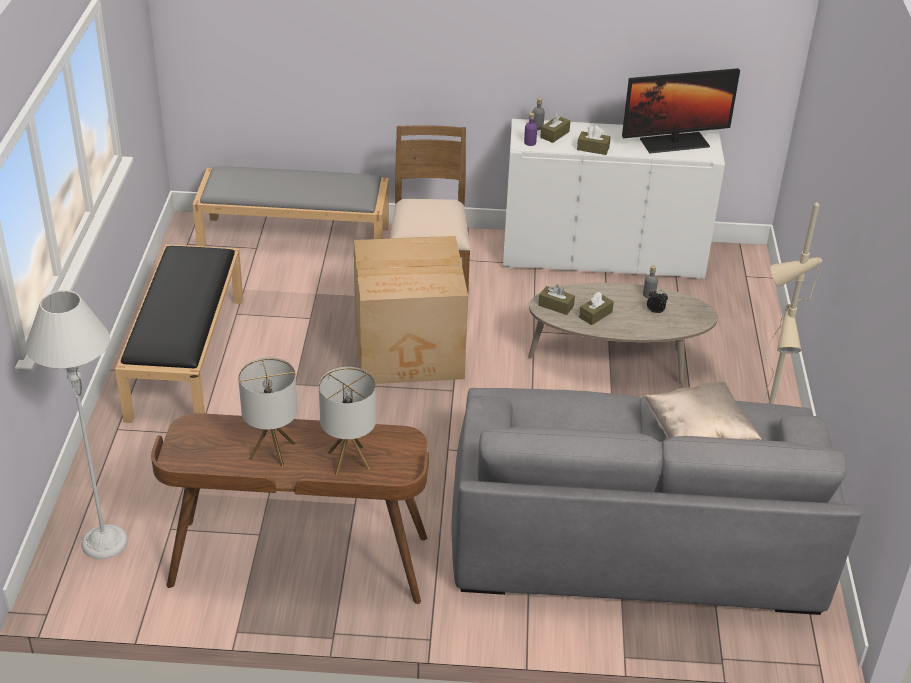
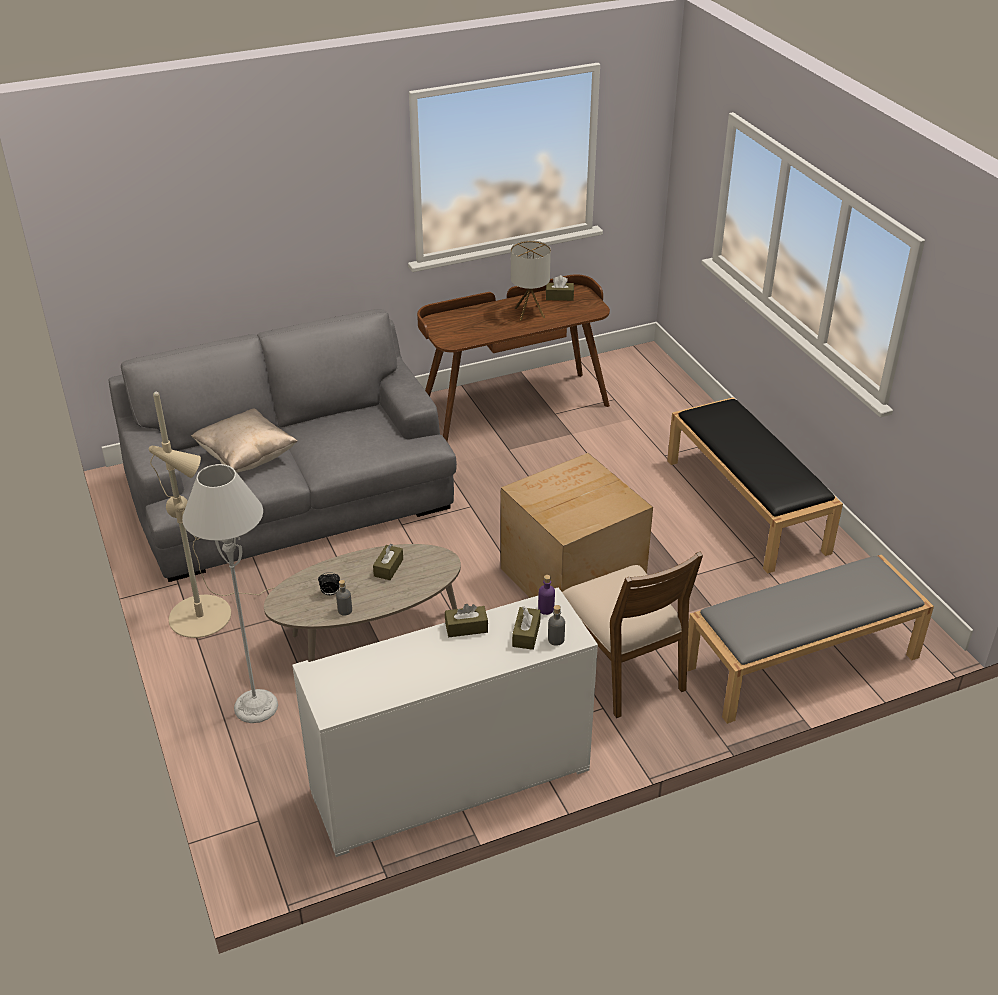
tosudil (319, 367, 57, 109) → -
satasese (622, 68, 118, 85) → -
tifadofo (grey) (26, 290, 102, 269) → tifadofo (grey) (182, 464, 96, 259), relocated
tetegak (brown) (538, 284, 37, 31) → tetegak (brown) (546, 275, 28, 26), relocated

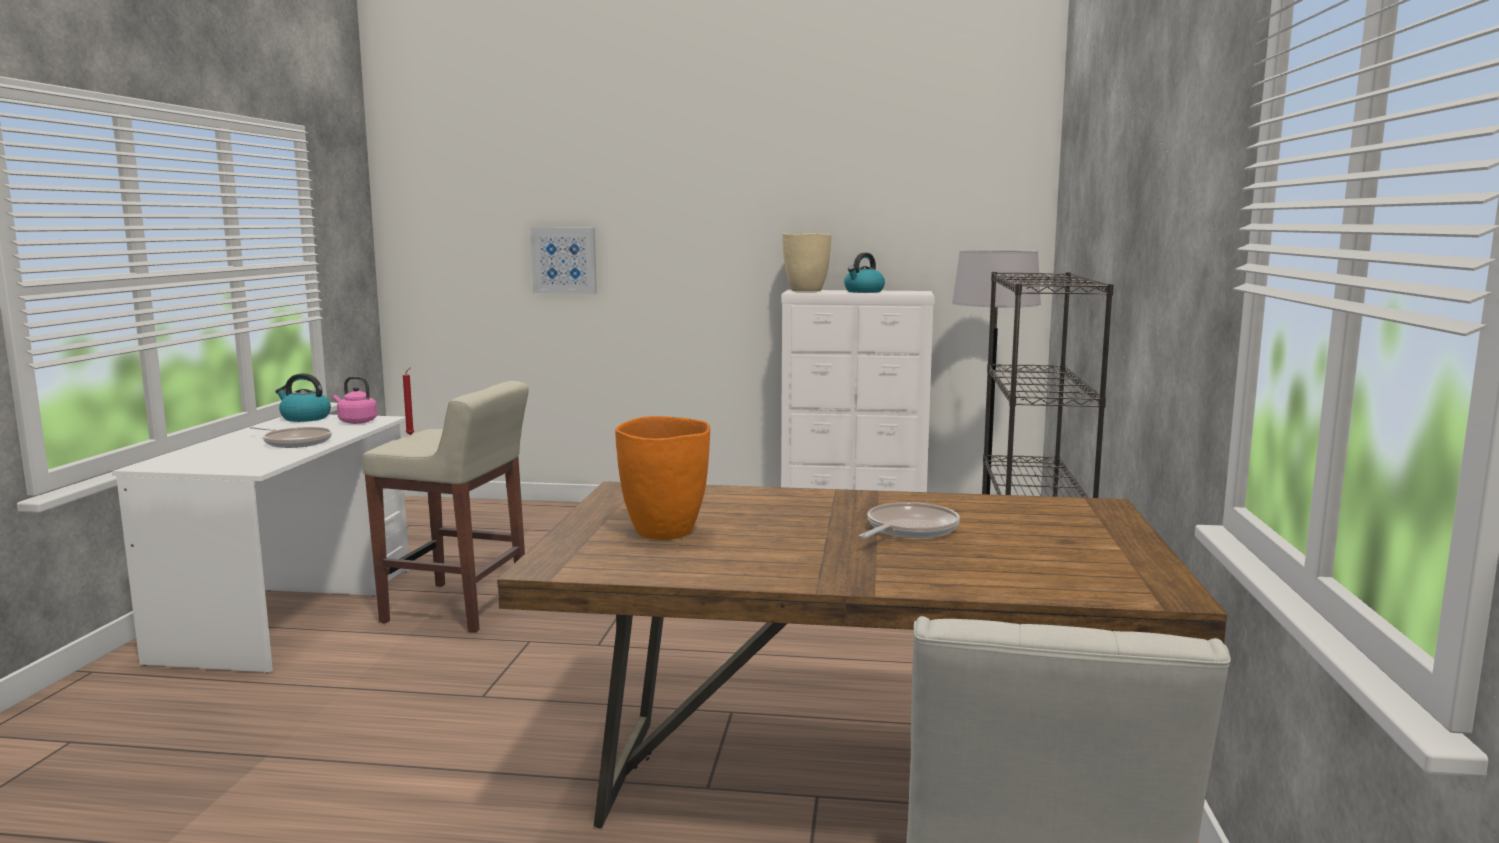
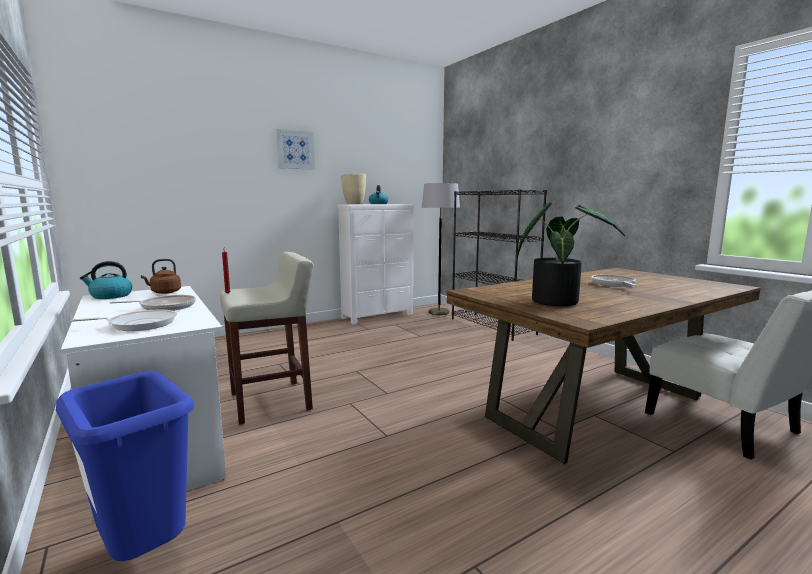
- → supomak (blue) (56, 371, 138, 190)
- → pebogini (70, 310, 107, 21)
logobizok (530, 228, 67, 66) → logobizok (276, 129, 39, 41), relocated
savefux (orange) (615, 416, 95, 124) → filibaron (517, 202, 108, 104)
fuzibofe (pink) (333, 376, 44, 48) → fuzibofe (brown) (141, 259, 40, 35)

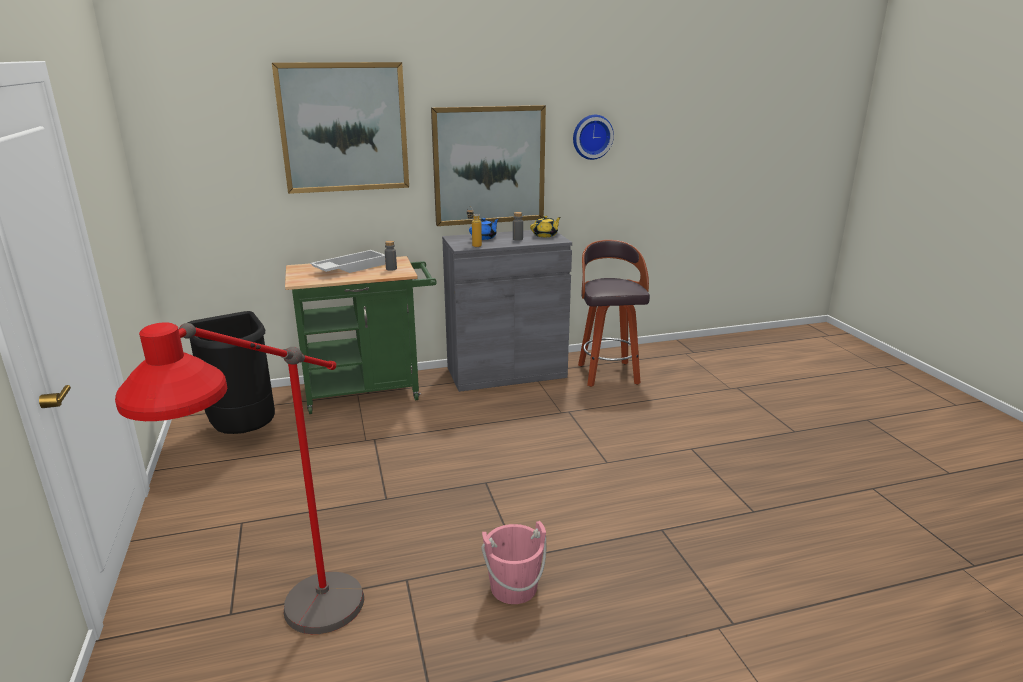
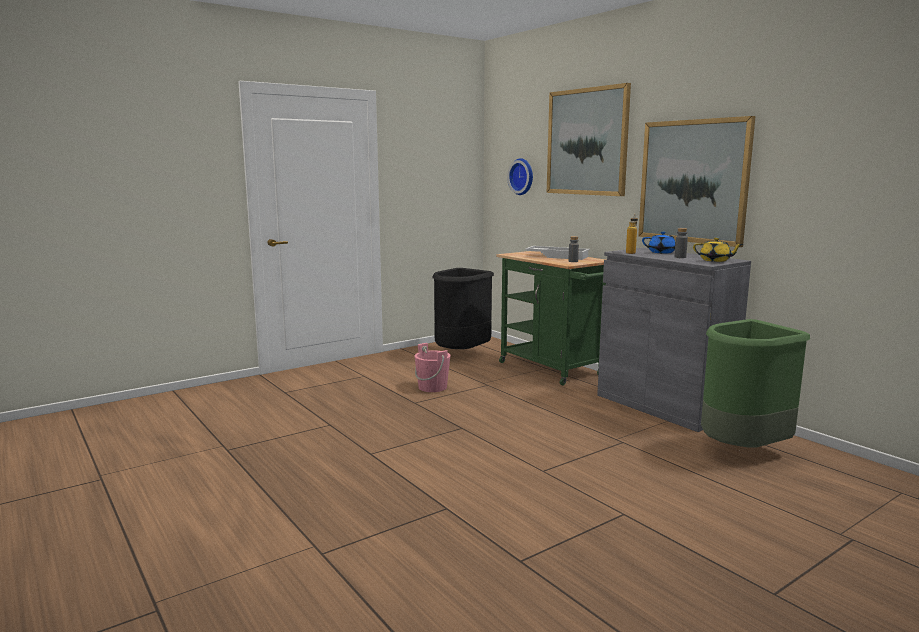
tifadofo (red) (115, 322, 249, 312) → -
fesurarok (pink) (482, 521, 64, 83) → fesurarok (pink) (414, 343, 36, 49), relocated
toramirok (573, 115, 41, 45) → toramirok (507, 158, 26, 37), relocated
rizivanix (578, 240, 72, 147) → supomak (green) (701, 319, 109, 129)

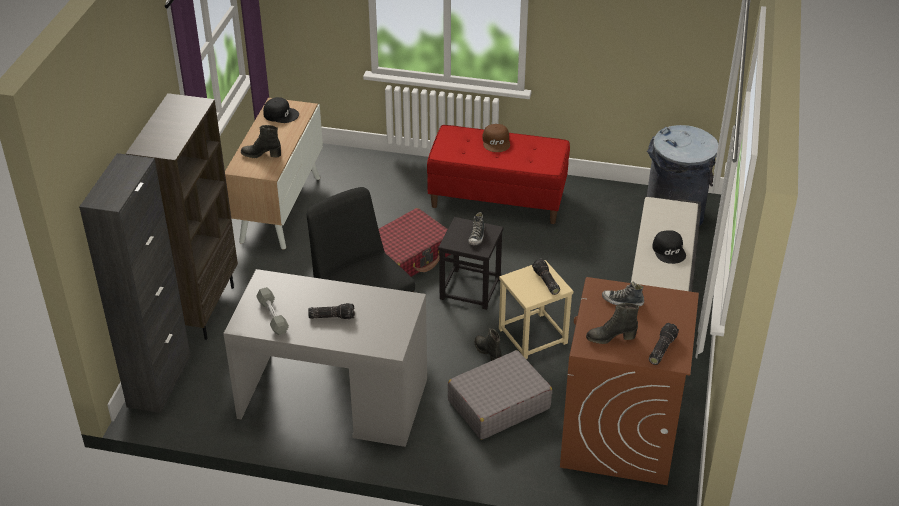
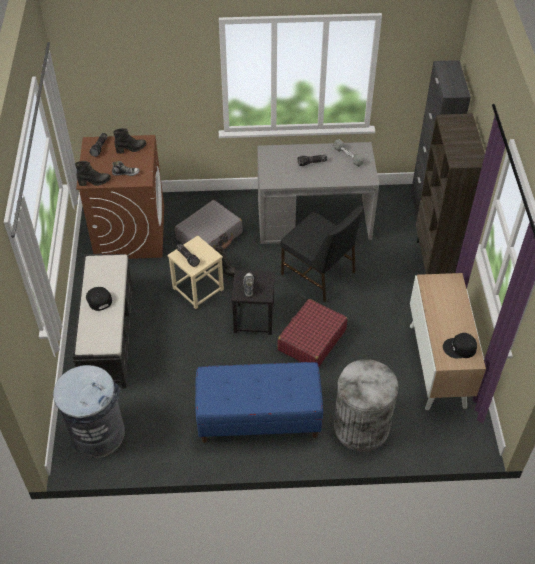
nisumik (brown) (482, 124, 28, 28) → -
- → supomak (grey) (334, 359, 64, 93)
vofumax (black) (241, 125, 40, 33) → vofumax (black) (75, 161, 36, 25), relocated
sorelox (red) (427, 125, 143, 99) → sorelox (blue) (195, 362, 128, 81)

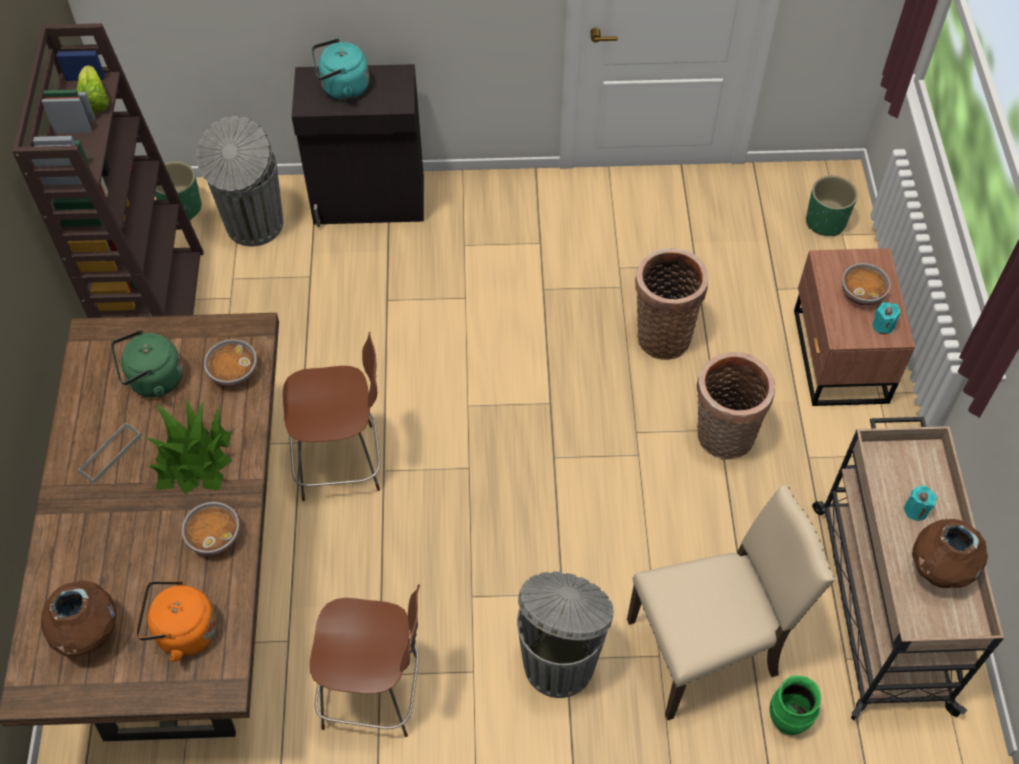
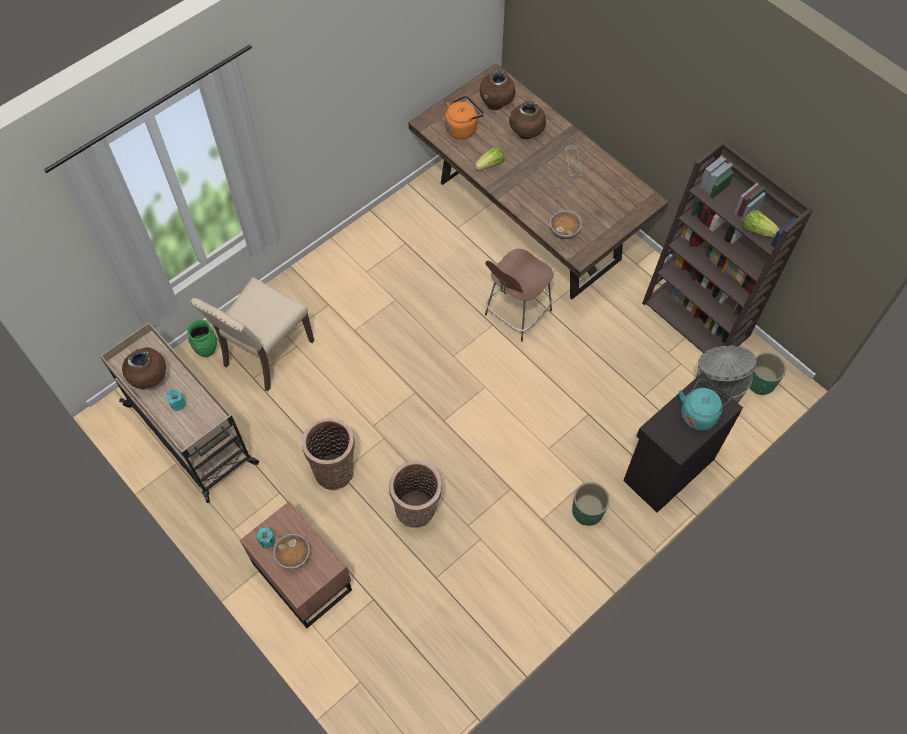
fuzibofe (green) (111, 330, 72, 67) → -
filibaron (145, 399, 88, 95) → -
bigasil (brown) (310, 584, 110, 153) → -
supomak (grey) (517, 572, 97, 126) → -
- → savefux (brown) (509, 101, 37, 38)
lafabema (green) (806, 175, 52, 62) → lafabema (green) (572, 482, 38, 44), relocated
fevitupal (182, 502, 57, 53) → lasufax (474, 147, 30, 24)

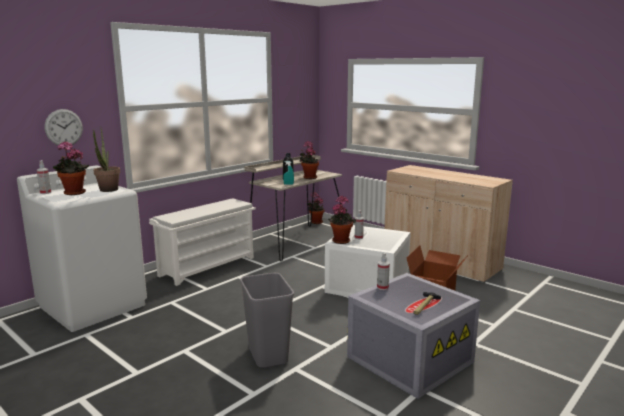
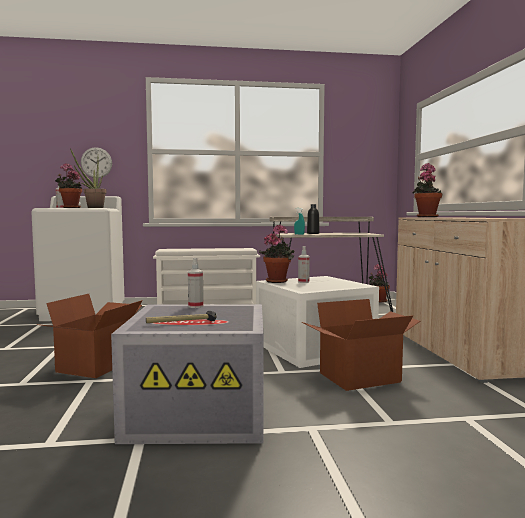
filibaron (299, 141, 20, 38) → filibaron (412, 163, 30, 54), relocated
supomak (grey) (240, 273, 54, 95) → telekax (37, 294, 106, 84)

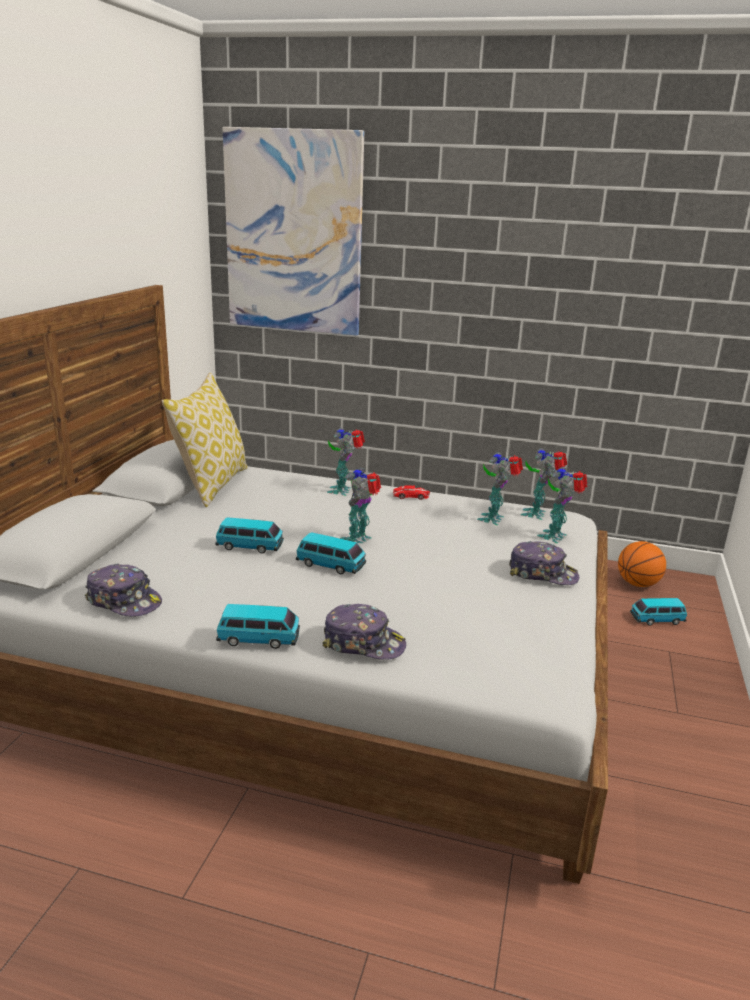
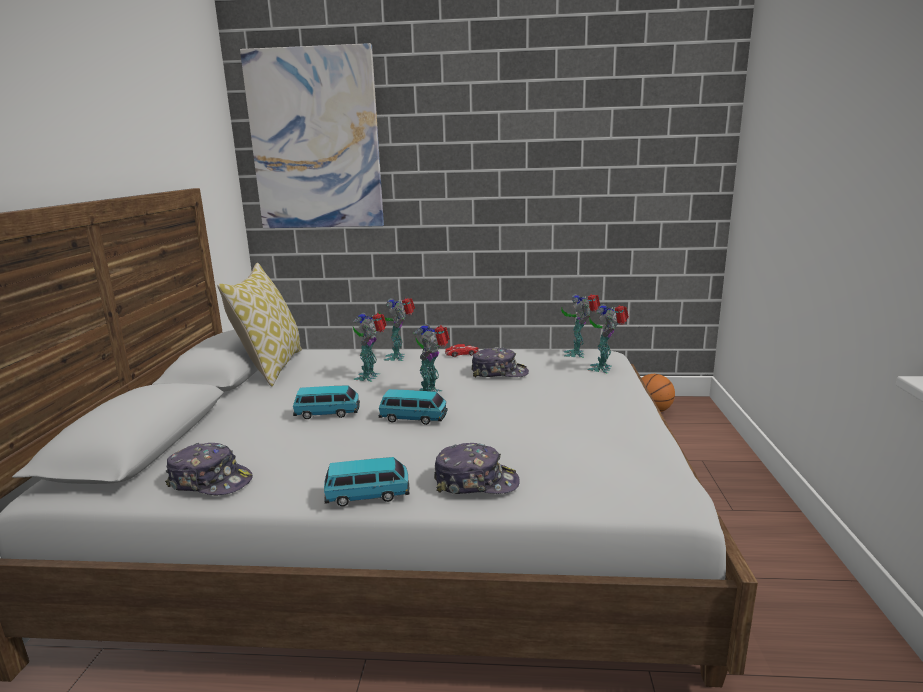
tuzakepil (630, 598, 57, 28) → -
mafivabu (477, 452, 46, 73) → mafivabu (353, 313, 34, 69), relocated
nisumik (509, 541, 70, 44) → nisumik (471, 347, 58, 30), relocated

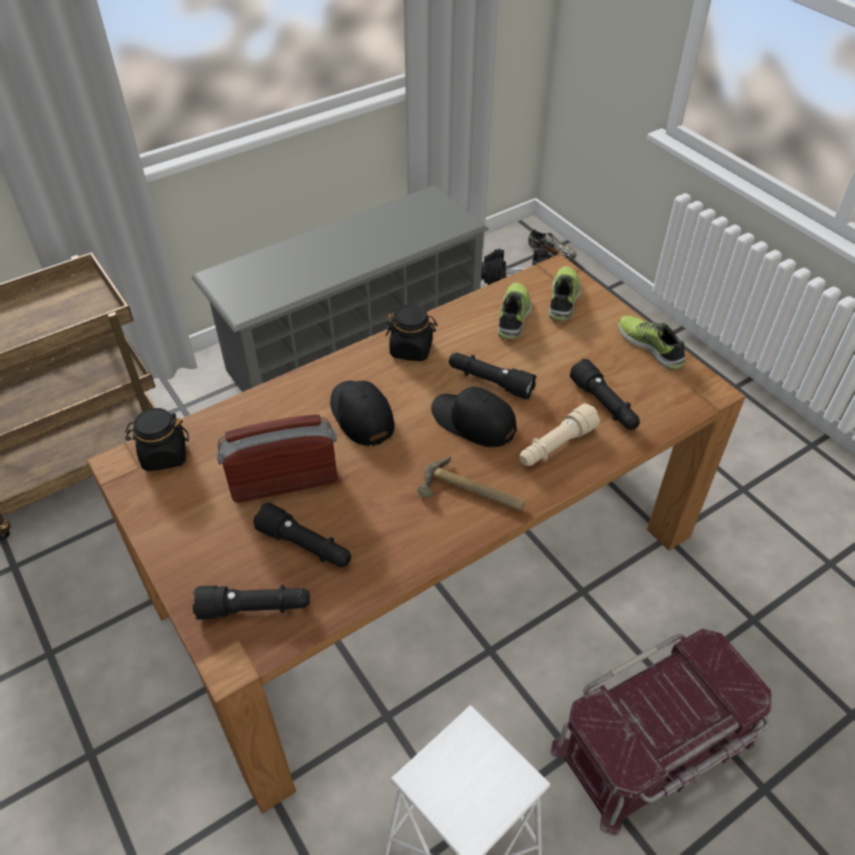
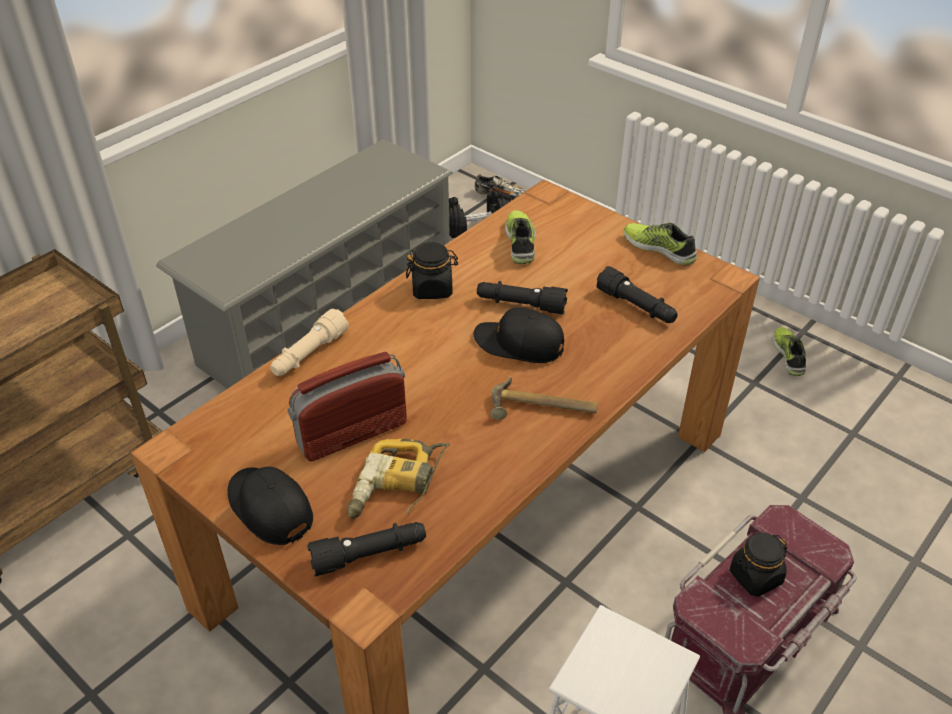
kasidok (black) (125, 408, 64, 63) → kasidok (black) (730, 533, 57, 64), relocated
nisumik (black) (330, 381, 65, 66) → nisumik (black) (228, 467, 85, 78), relocated
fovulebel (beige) (519, 403, 81, 63) → fovulebel (beige) (270, 309, 79, 67), relocated
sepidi (549, 266, 32, 55) → sepidi (773, 327, 33, 49), relocated
fovulebel (black) (253, 503, 98, 64) → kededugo (346, 439, 104, 79)

